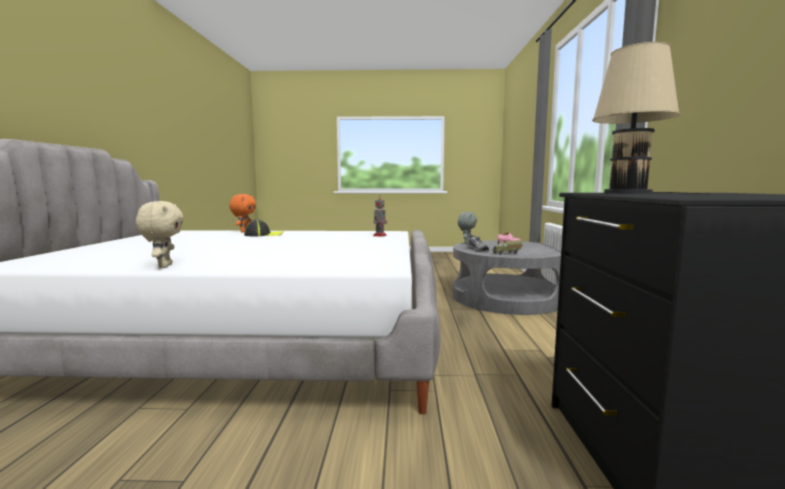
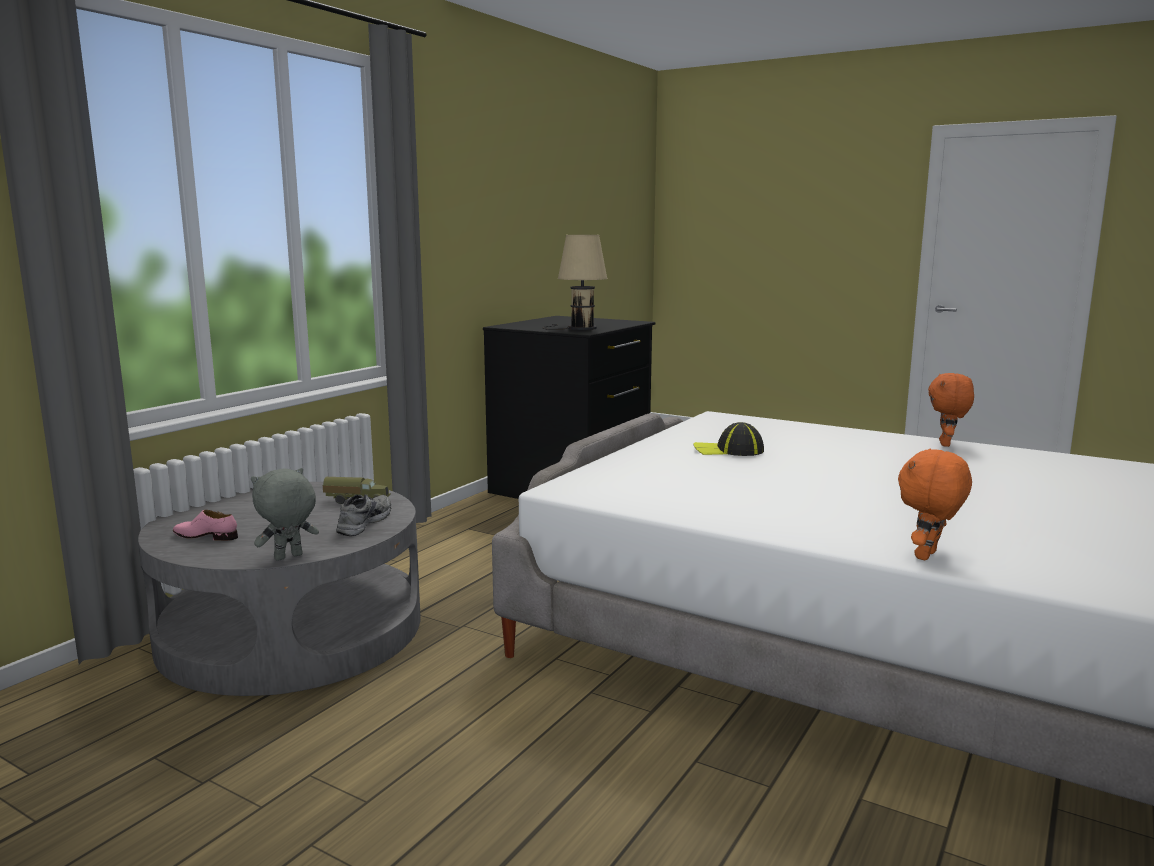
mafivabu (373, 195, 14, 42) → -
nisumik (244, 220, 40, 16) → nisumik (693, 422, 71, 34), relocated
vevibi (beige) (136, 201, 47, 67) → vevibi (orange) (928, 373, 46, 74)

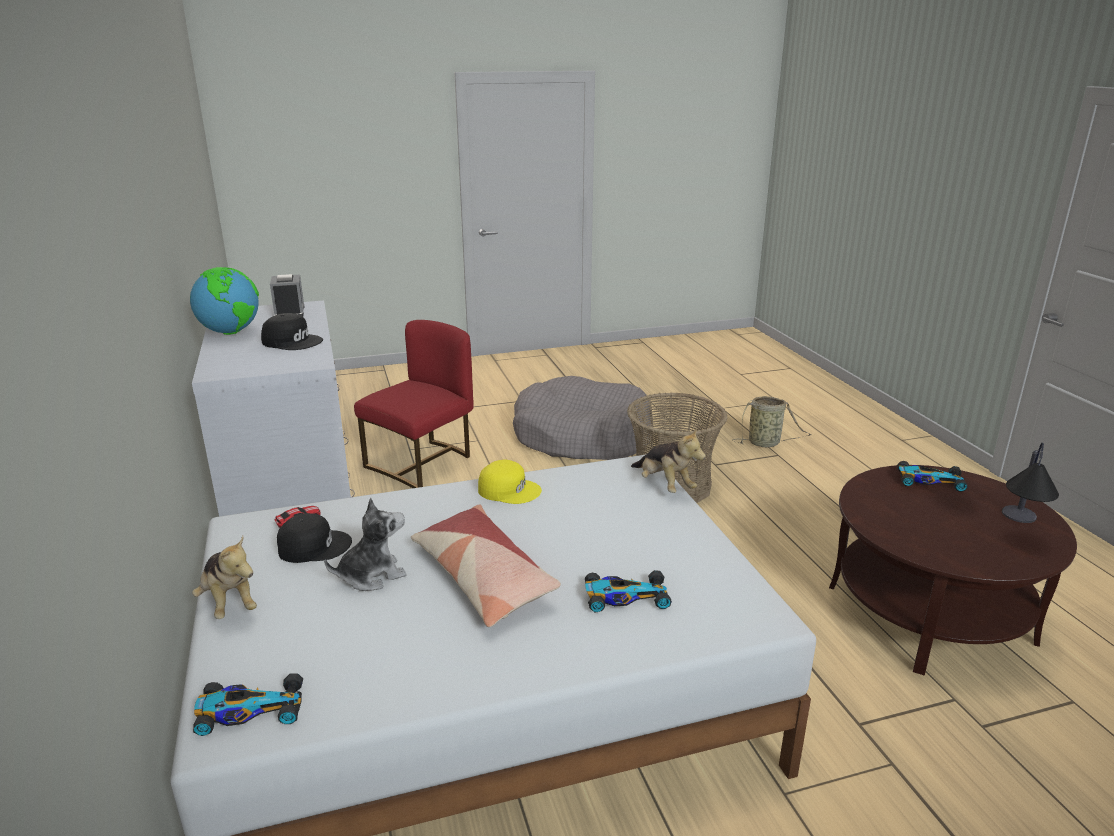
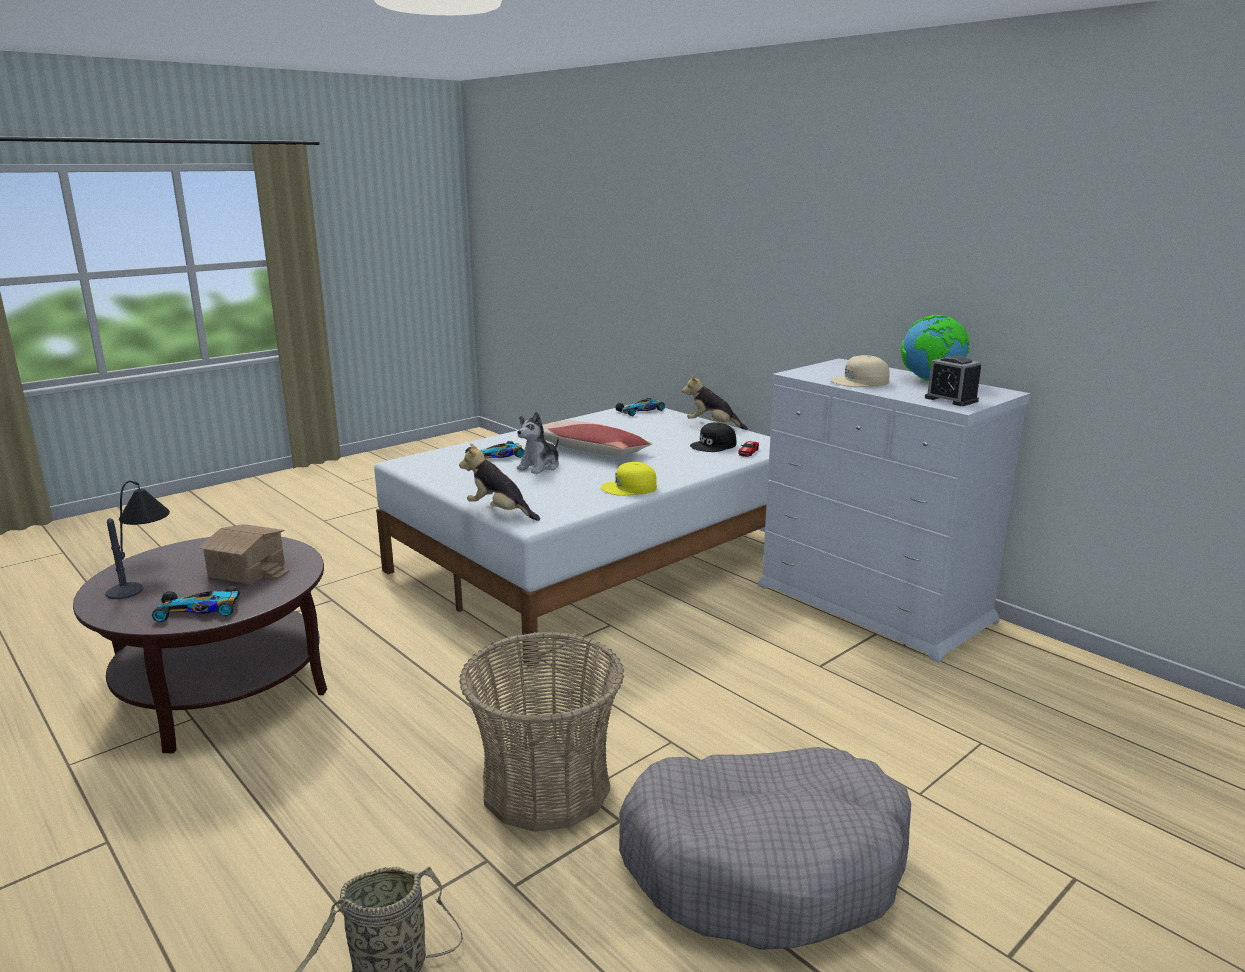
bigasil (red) (354, 320, 120, 168) → -
- → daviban (199, 524, 90, 60)
vevibi (324, 498, 83, 93) → vevibi (517, 412, 42, 62), relocated
nisumik (black) (261, 313, 62, 37) → nisumik (beige) (830, 355, 60, 32)

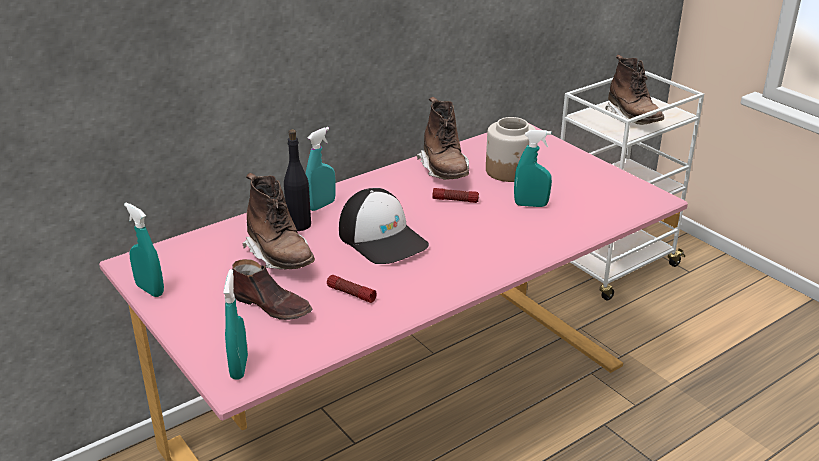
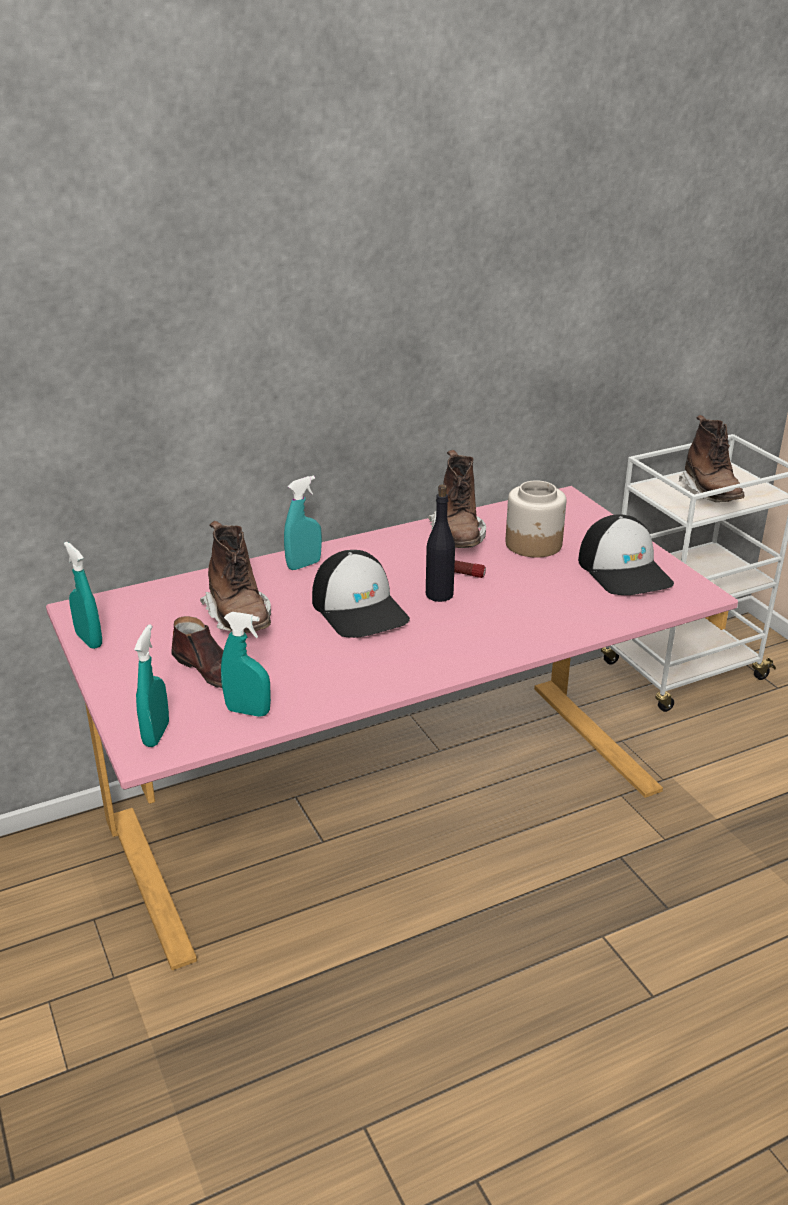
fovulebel (327, 275, 50, 28) → -
- → nisumik (578, 514, 96, 81)
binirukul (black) (284, 129, 27, 102) → binirukul (black) (426, 484, 29, 118), relocated
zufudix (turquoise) (514, 130, 38, 77) → zufudix (turquoise) (221, 612, 50, 105), relocated

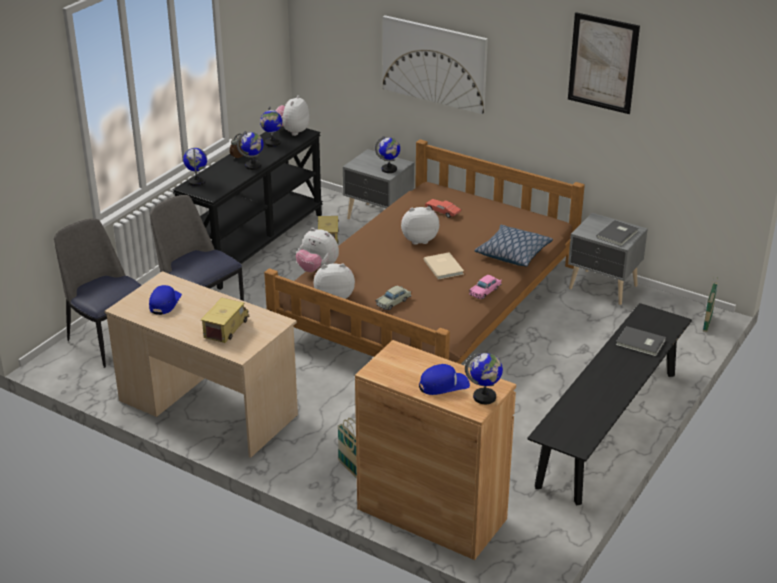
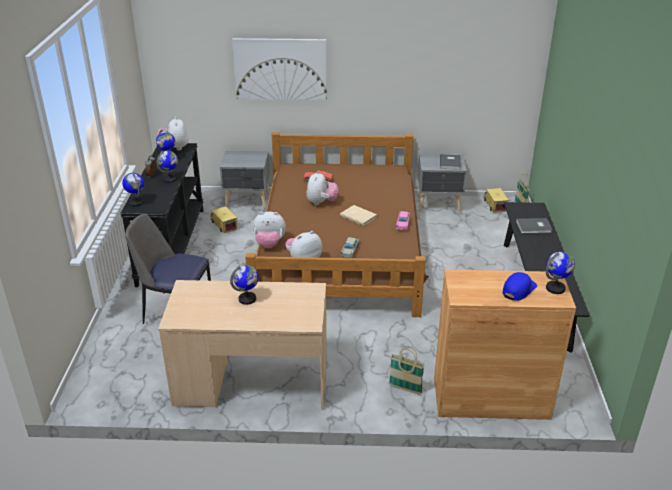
bigasil (54, 219, 88, 149) → -
nisumik (blue) (149, 285, 33, 30) → -
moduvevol (475, 225, 78, 42) → -
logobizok (568, 12, 72, 102) → -
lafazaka (201, 298, 48, 45) → lafazaka (483, 188, 26, 25), relocated
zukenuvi (375, 136, 25, 37) → zukenuvi (230, 265, 29, 40), relocated
vevibi (401, 207, 38, 38) → vevibi (306, 171, 32, 35), 135 degrees clockwise

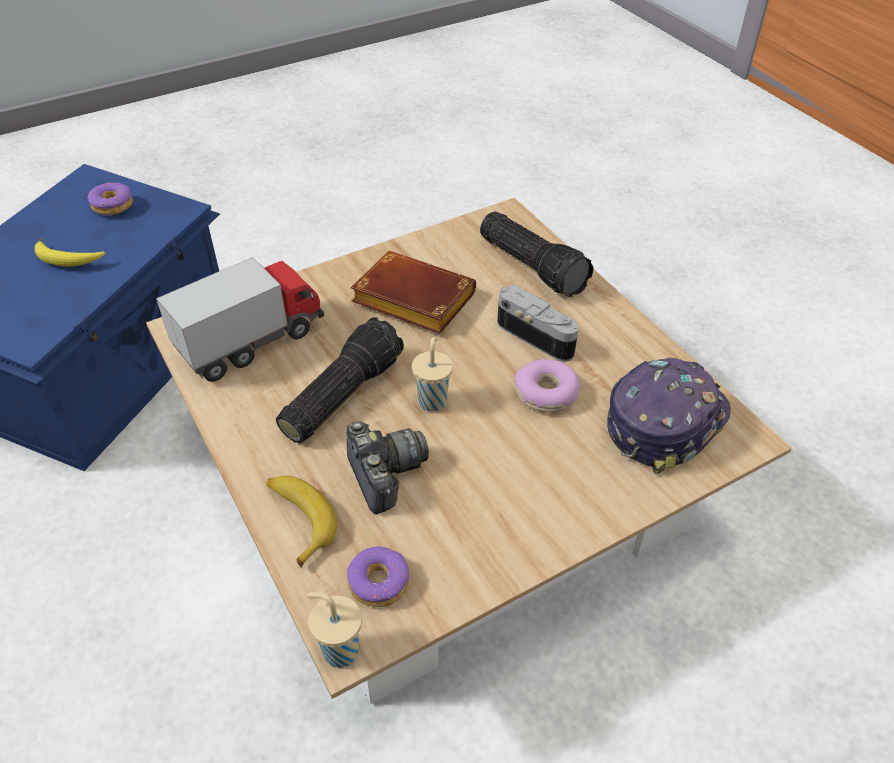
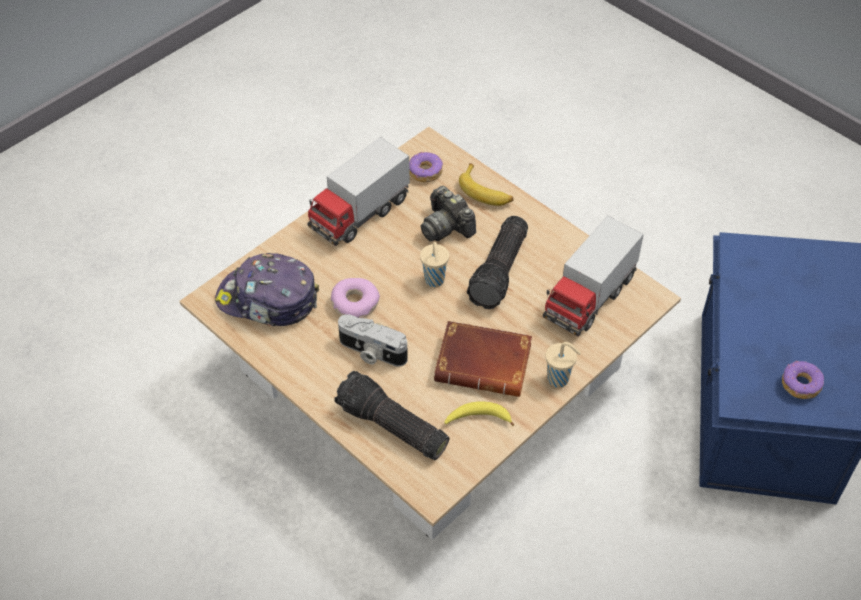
- → lafazaka (307, 137, 103, 109)
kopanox (35, 238, 70, 29) → kopanox (444, 401, 70, 25), relocated
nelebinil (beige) (307, 592, 55, 76) → nelebinil (beige) (545, 342, 36, 46), relocated
nisumik (607, 358, 124, 116) → nisumik (215, 253, 104, 73), 75 degrees clockwise

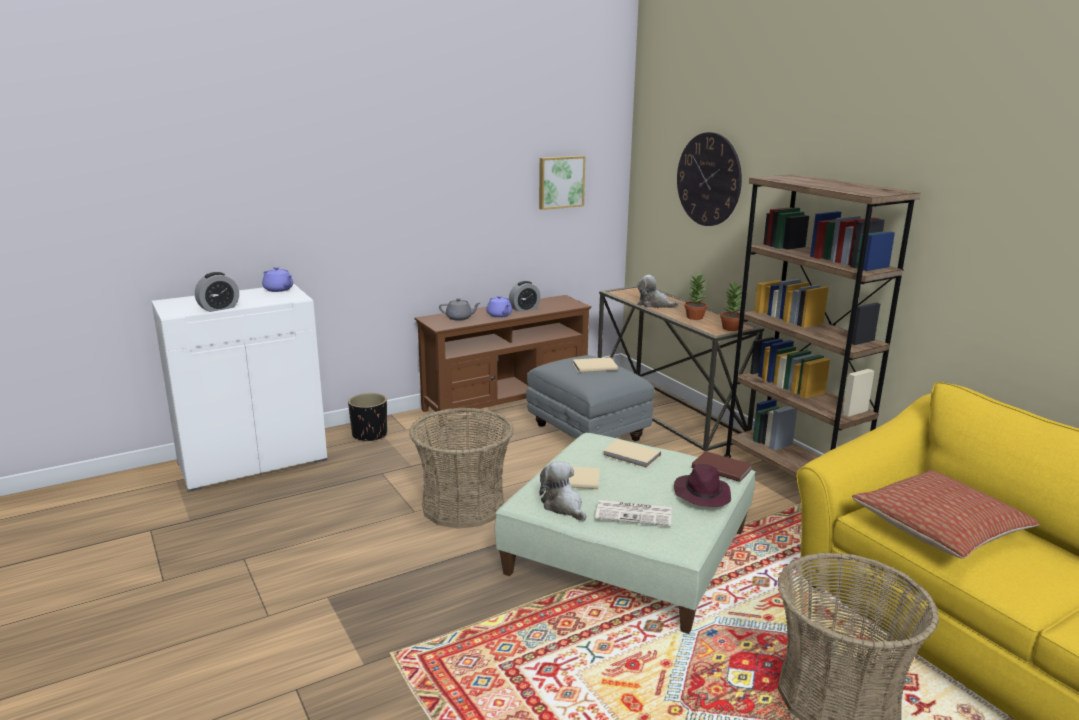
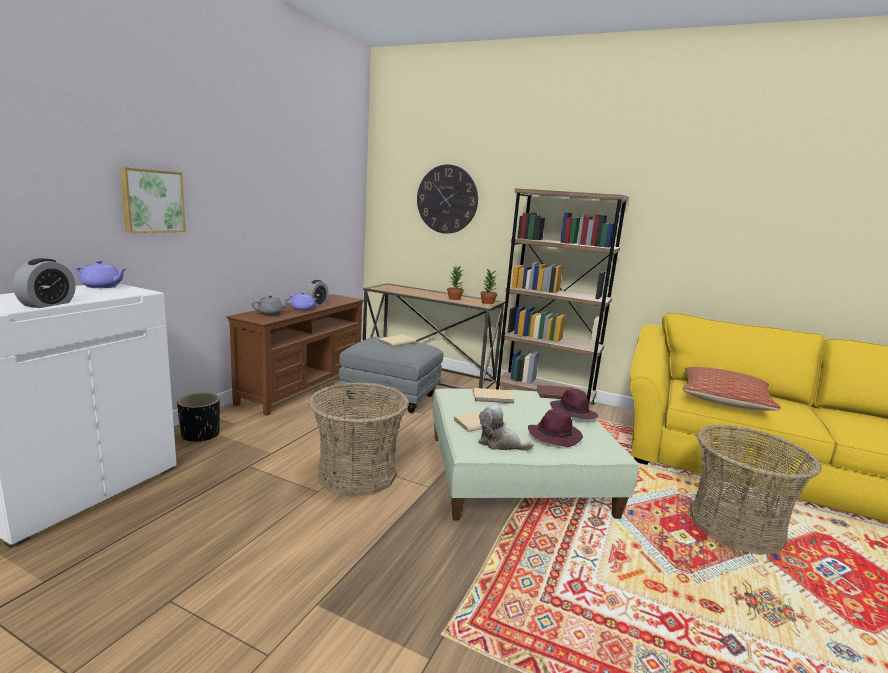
vevibi (637, 275, 42, 33) → -
logobizok (539, 156, 47, 54) → logobizok (120, 167, 66, 66), relocated
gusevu (595, 500, 77, 26) → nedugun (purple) (528, 408, 55, 39)

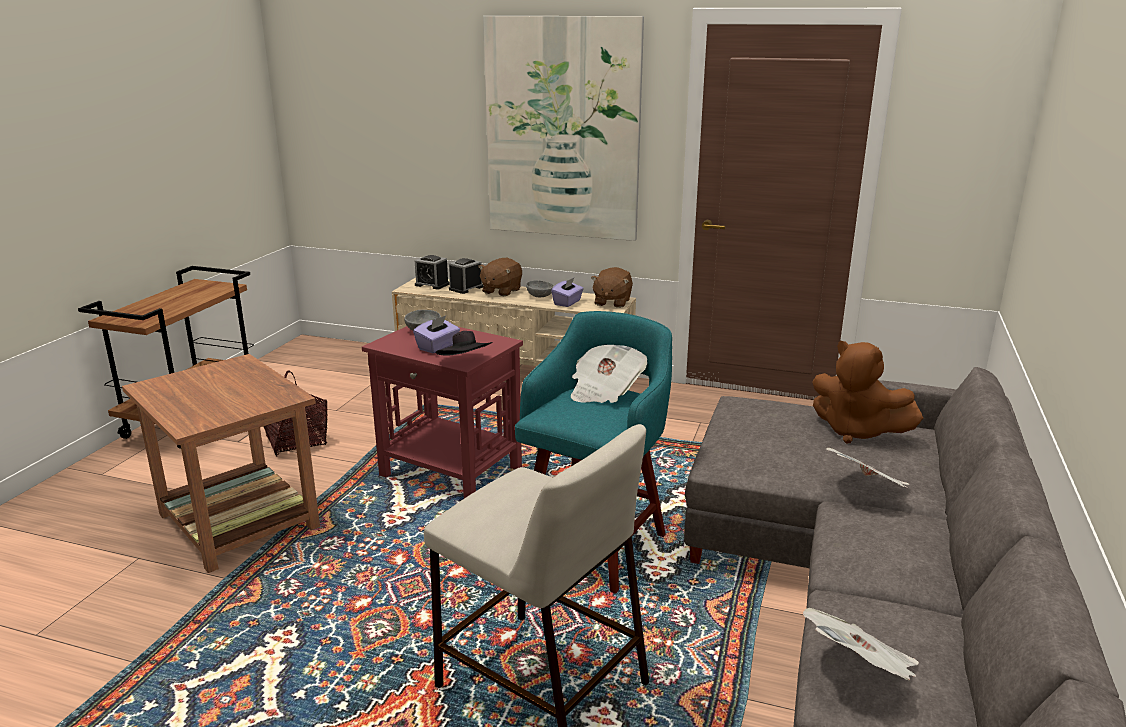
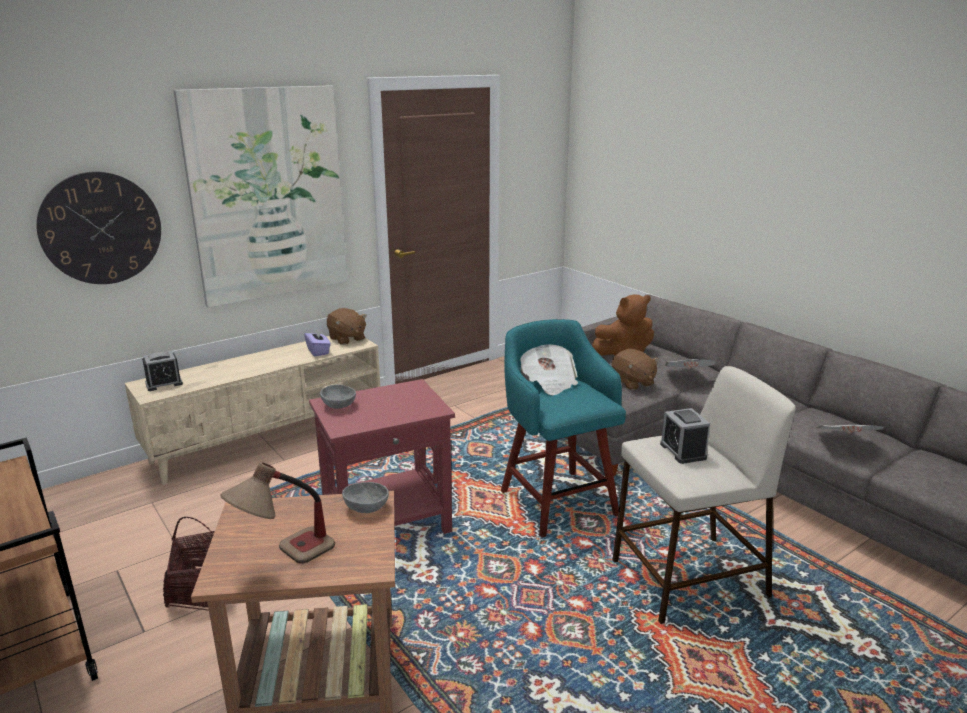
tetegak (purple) (413, 316, 47, 37) → -
nedugun (black) (436, 331, 57, 25) → -
- → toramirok (37, 172, 124, 112)
- → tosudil (220, 462, 115, 102)
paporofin (449, 258, 34, 36) → paporofin (660, 408, 50, 56), relocated
vevibi (brown) (478, 258, 44, 38) → vevibi (brown) (612, 349, 47, 41), relocated
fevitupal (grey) (526, 280, 28, 17) → fevitupal (grey) (342, 482, 47, 31), relocated

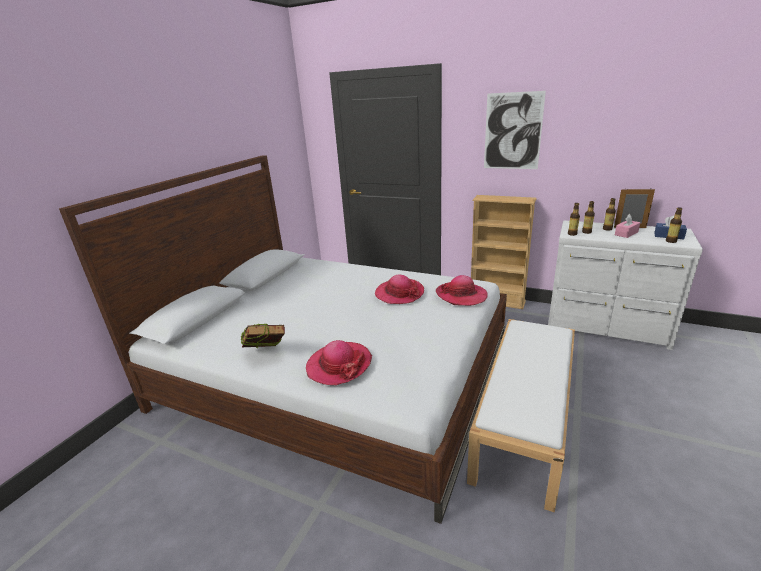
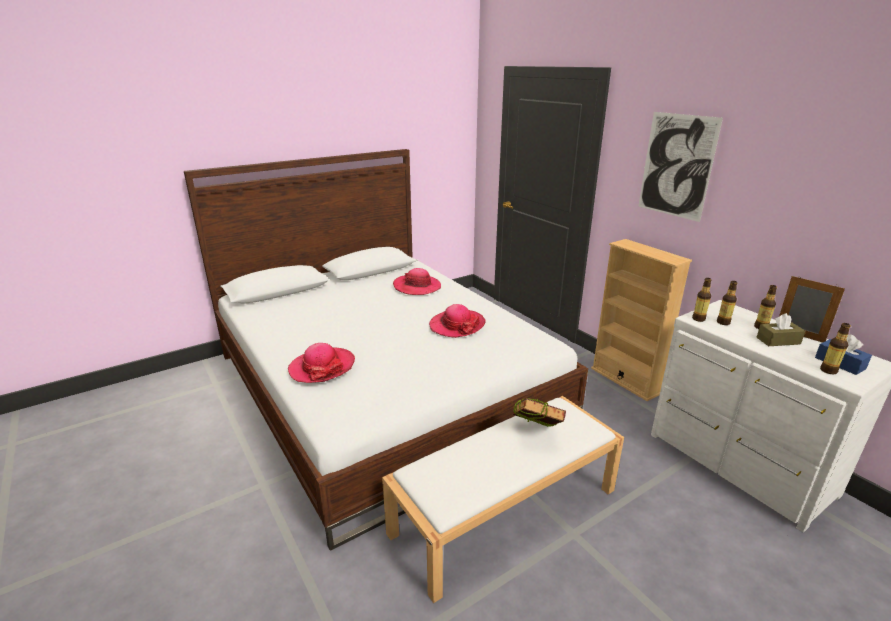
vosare (240, 323, 45, 25) → vosare (513, 398, 53, 29), relocated
nedugun (435, 275, 53, 31) → nedugun (393, 268, 48, 27), relocated
tetegak (pink) (615, 214, 25, 24) → tetegak (brown) (757, 313, 48, 33)

